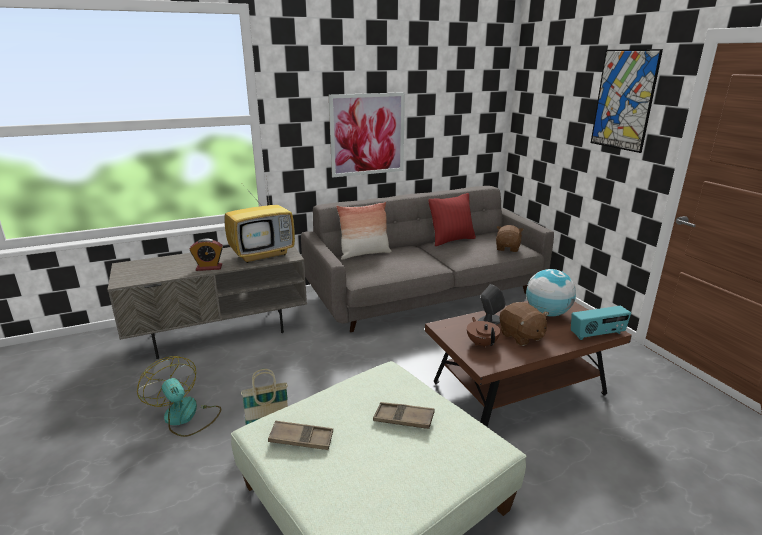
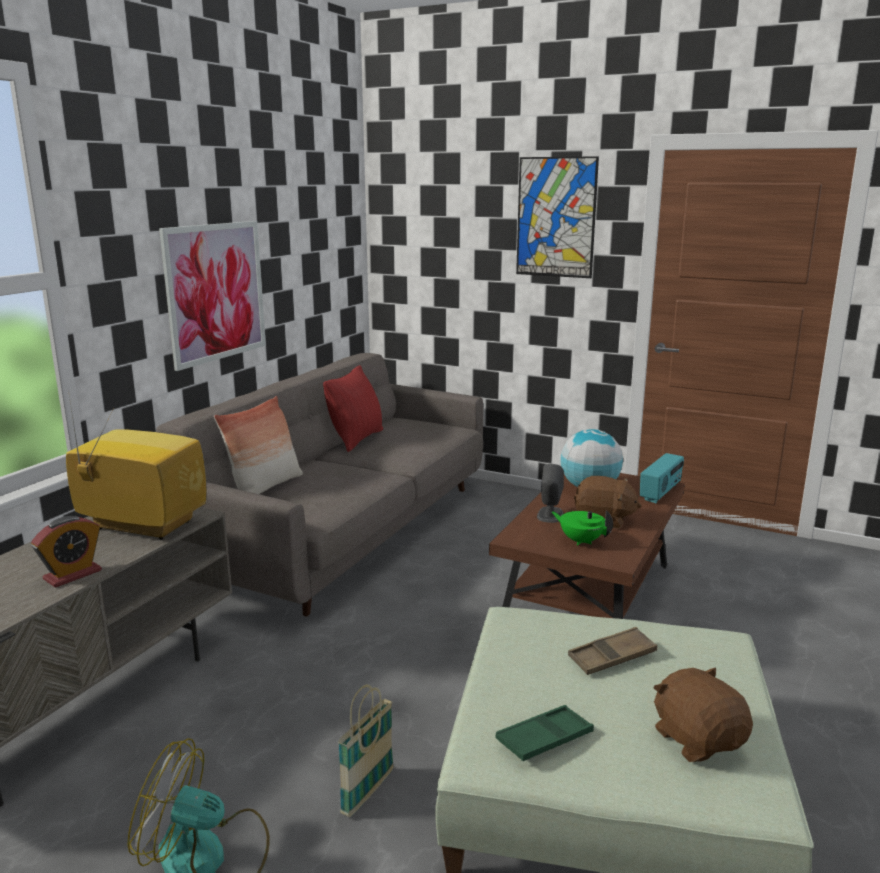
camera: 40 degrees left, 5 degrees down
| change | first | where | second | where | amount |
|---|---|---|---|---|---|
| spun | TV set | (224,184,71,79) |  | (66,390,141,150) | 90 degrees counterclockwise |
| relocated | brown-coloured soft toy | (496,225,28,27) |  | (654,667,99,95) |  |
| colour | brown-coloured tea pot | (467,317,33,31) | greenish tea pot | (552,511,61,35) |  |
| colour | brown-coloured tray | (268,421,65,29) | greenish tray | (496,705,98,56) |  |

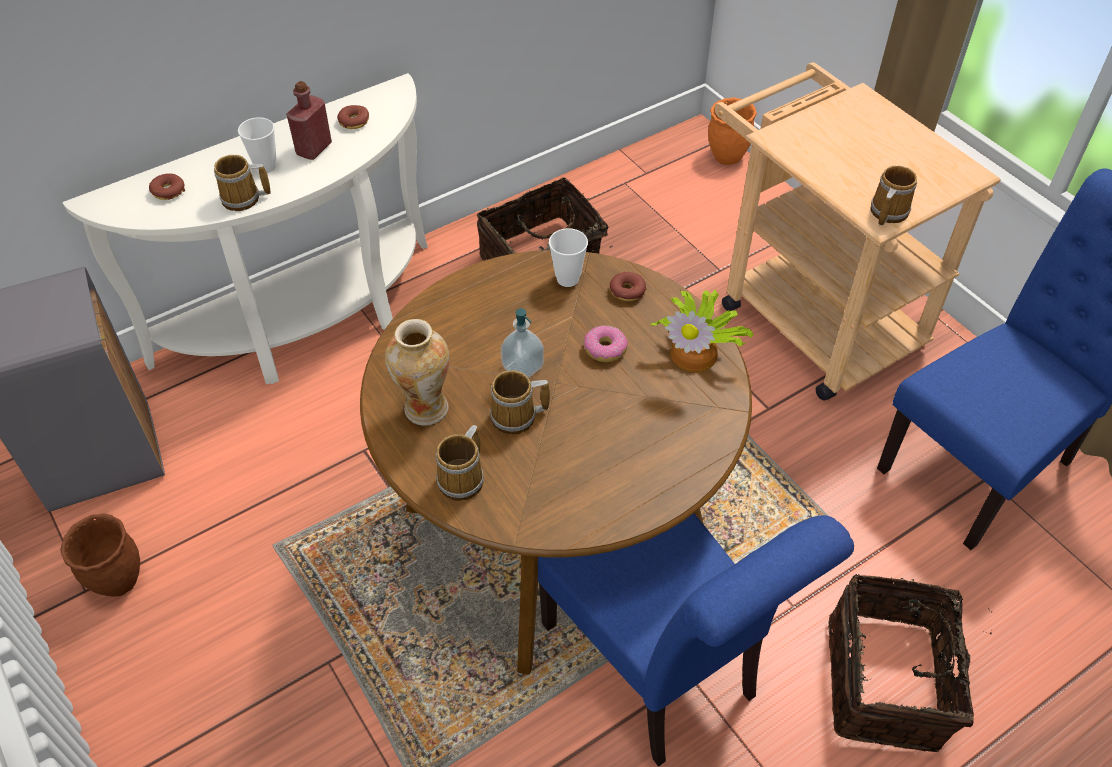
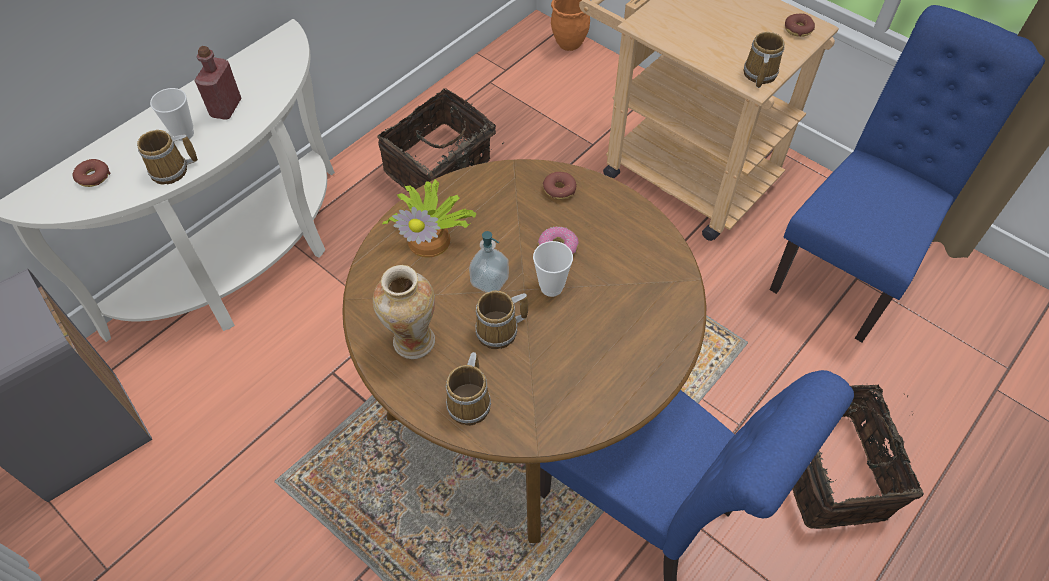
camera: 15 degrees left, 5 degrees up
| change | first | where | second | where | amount |
|---|---|---|---|---|---|
| relocated | ring doughnut | (337,105,32,24) |  | (785,14,30,23) |  |
| relocated | drinking cup | (549,228,39,59) |  | (533,241,40,56) |  |
| relocated | plant in a pot | (650,289,104,83) |  | (382,179,94,78) |  |
| missing | brown-coloured flower pot | (60,513,80,84) |  |  |  |

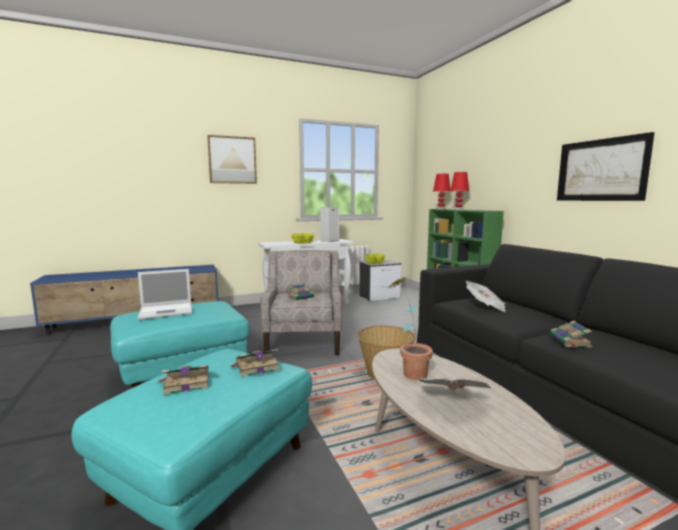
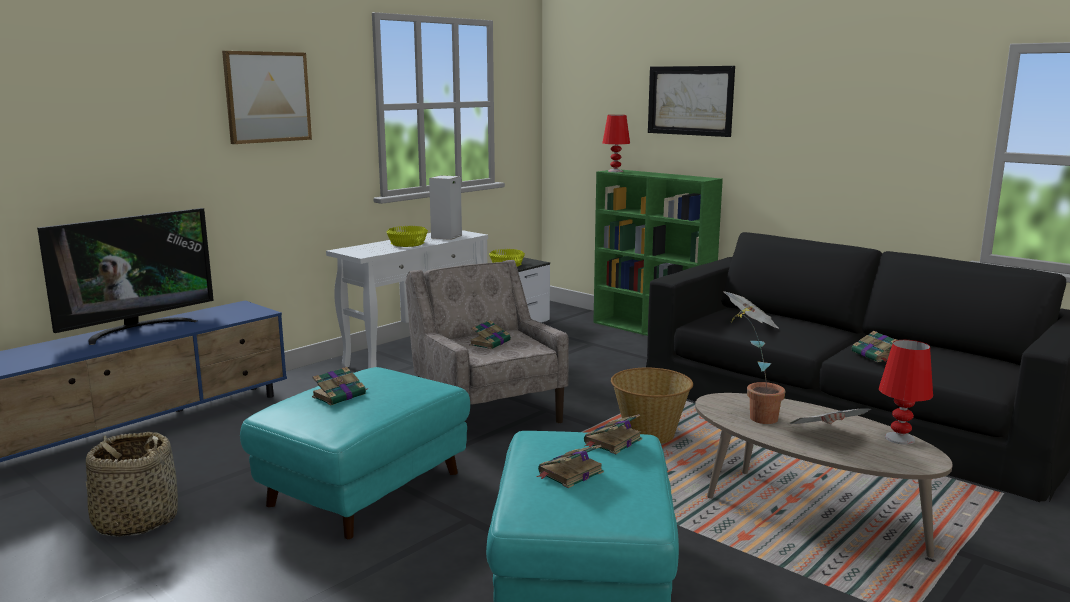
camera: 25 degrees left, 5 degrees up
| change | first | where | second | where | amount |
|---|---|---|---|---|---|
| relocated | picture | (557,132,98,69) |  | (648,66,87,71) |  |
| relocated | reddish lamp for a table | (450,172,19,38) |  | (879,340,54,105) |  |
| exchanged | portable computer | (138,269,54,51) | volume | (312,367,55,38) |  |
| appeared |  |  | TV set | (37,208,177,137) |  |
| appeared |  |  | storage basket | (86,432,92,105) |  |

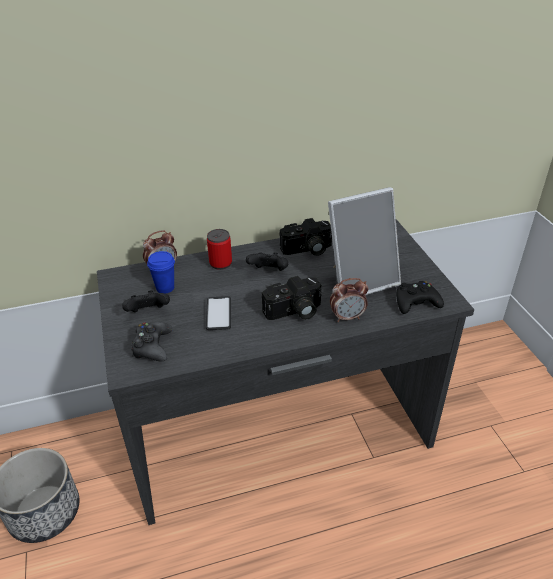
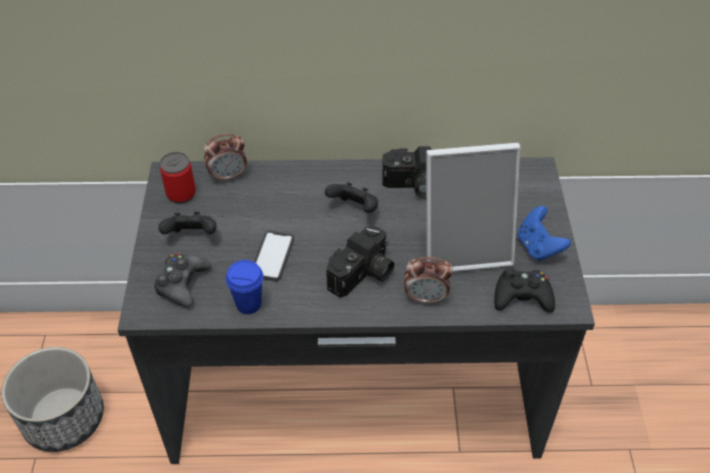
camera: 15 degrees right, 10 degrees up
| change | first | where | second | where | amount |
|---|---|---|---|---|---|
| relocated | metal can | (207,229,25,41) |  | (160,152,36,52) |  |
| relocated | blue drinking cup | (147,251,28,43) |  | (226,260,38,54) |  |
| spun | still camera | (262,276,60,44) |  | (326,224,68,74) | 45 degrees counterclockwise |
| appeared |  |  | blue game controller | (518,206,53,55) |  |

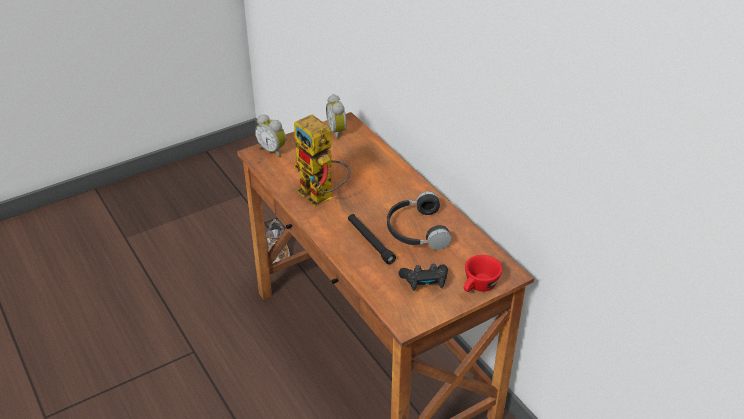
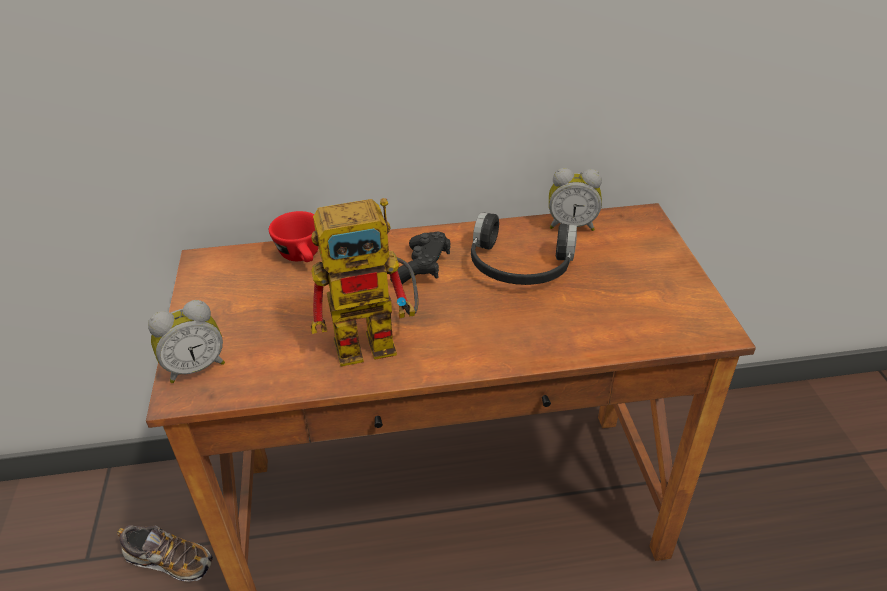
camera: 65 degrees left, 0 degrees up
| change | first | where | second | where | amount |
|---|---|---|---|---|---|
| relocated | table clock | (326,94,21,45) |  | (549,168,53,63) |  |
| missing | blackish hand torch | (348,214,48,50) |  |  |  |
| relocated | reddish drinking cup | (464,255,38,37) |  | (269,211,50,51) |  |
| relocated | blackish game controller | (398,264,50,27) |  | (390,232,61,52) |  |

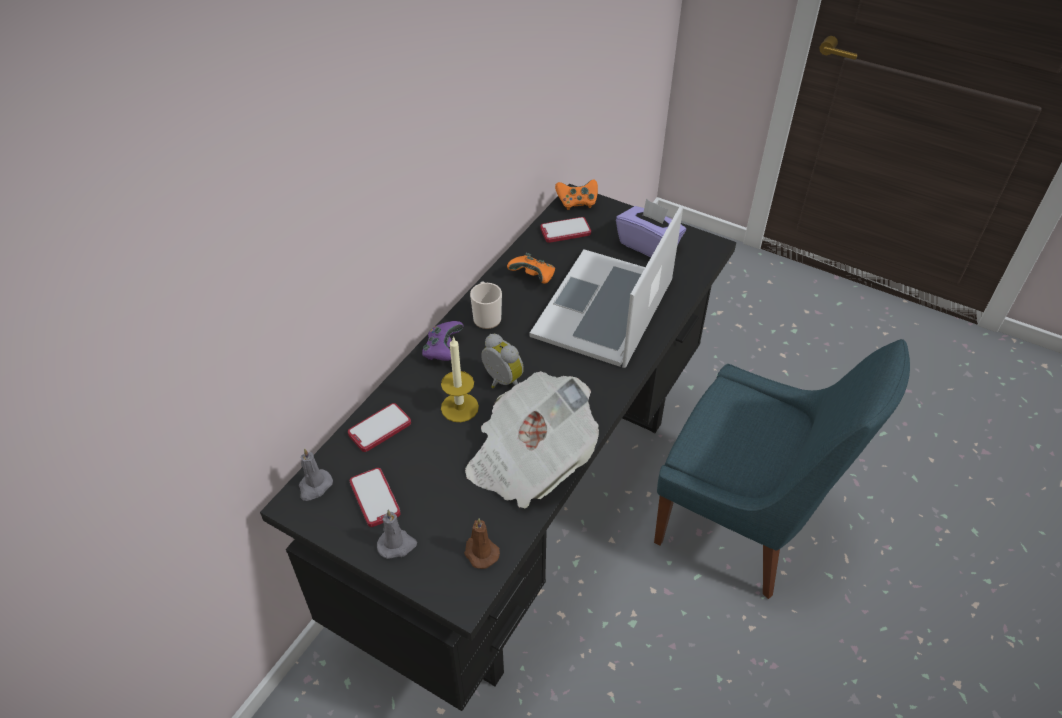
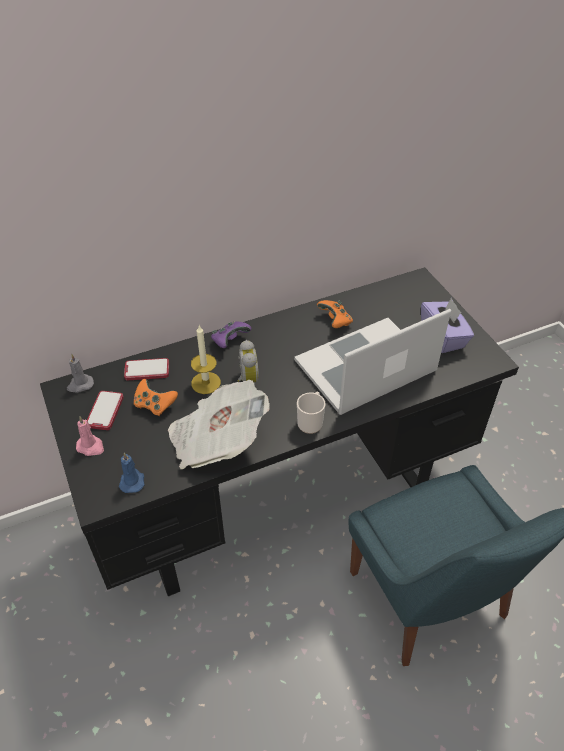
camera: 35 degrees right, 0 degrees up
| change | first | where | second | where | amount |
|---|---|---|---|---|---|
| relocated | orangey game controller | (555,179,43,31) |  | (134,379,44,37) |  |
| missing | phone | (541,217,50,26) |  |  |  |
| relocated | tea mug | (470,282,32,47) |  | (297,392,28,42) |  |
| colour | greyish wax light | (377,510,40,49) | pink-coloured wax light | (76,417,28,39) |  |
| colour | brown-coloured wax light | (464,518,36,51) | blue wax light | (119,453,25,40) |  |

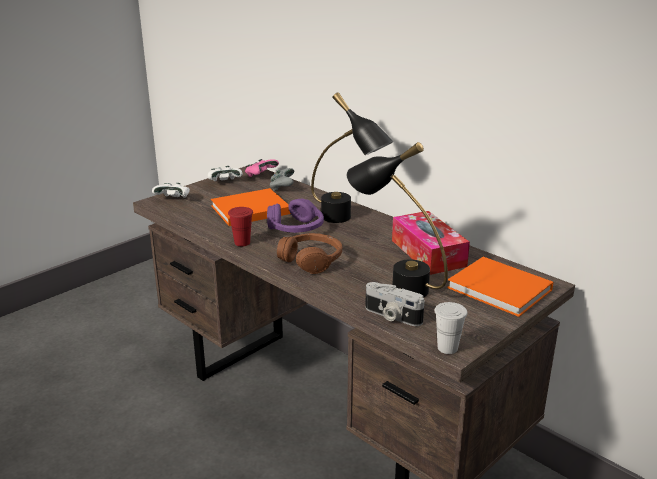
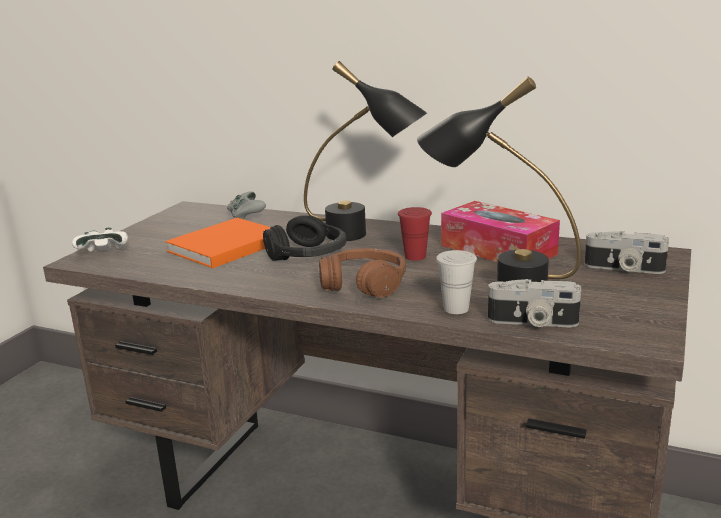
camera: 20 degrees left, 5 degrees down
| change | first | where | second | where | amount |
|---|---|---|---|---|---|
| missing | pink-coloured game controller | (245,159,34,18) |  |  |  |
| missing | white game controller | (208,166,35,15) |  |  |  |
| colour | purple-coloured headset | (267,199,57,34) | blackish headset | (263,215,84,46) |  |
| relocated | reddish drinking cup | (228,207,25,39) |  | (398,207,34,54) |  |
| exchanged | orangey volume | (447,257,107,60) | still camera | (584,231,85,43) |  |
| relocated | white drinking cup | (434,302,33,52) |  | (436,250,41,64) |  |

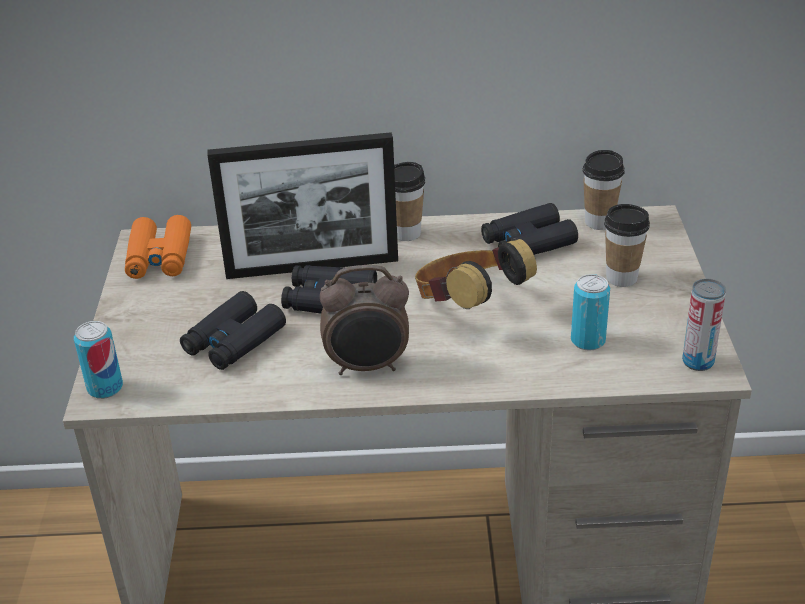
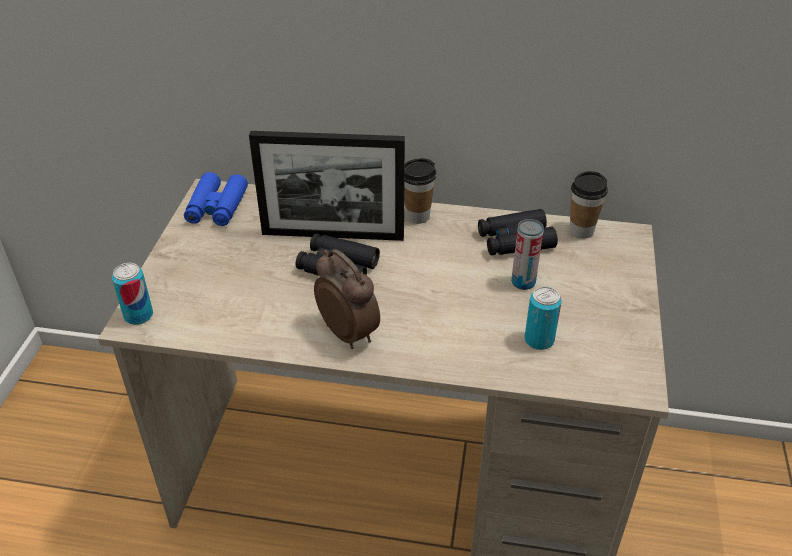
camera: 10 degrees right, 5 degrees up
| change | first | where | second | where | amount |
|---|---|---|---|---|---|
| missing | drinking cup | (604,204,46,83) |  |  |  |
| colour | orangey pair of binoculars | (125,215,66,64) | blue pair of binoculars | (184,172,64,54) |  |
| missing | headset | (415,238,122,71) |  |  |  |
| spun | table clock | (320,265,89,110) |  | (314,249,66,100) | 135 degrees counterclockwise |
| relocated | metal can | (682,279,44,92) |  | (511,219,33,71) |  |
| missing | blackish pair of binoculars | (180,291,106,79) |  |  |  |

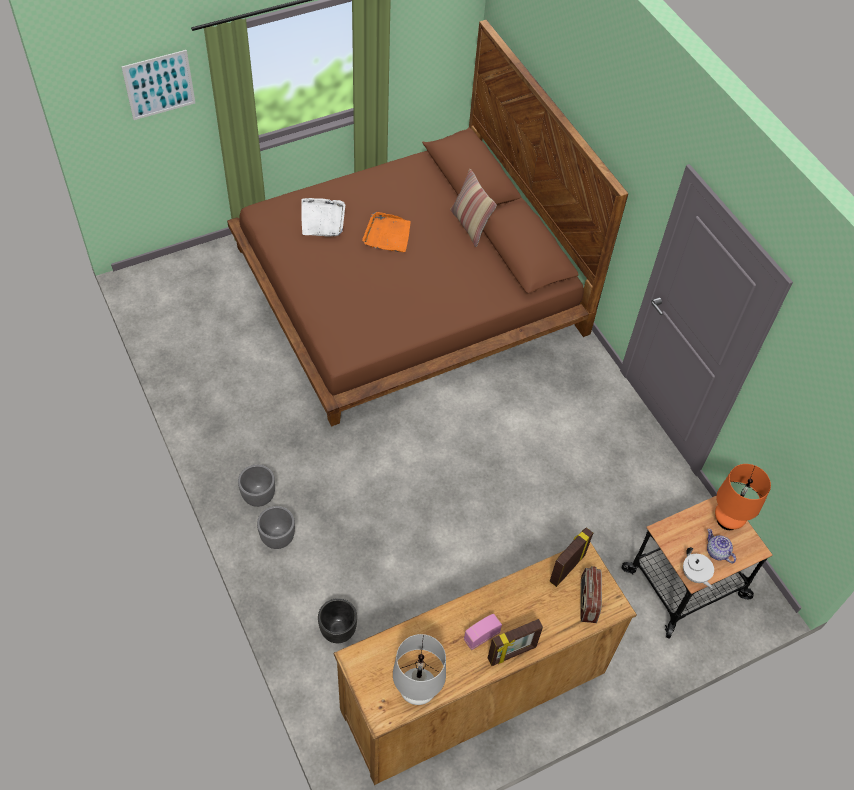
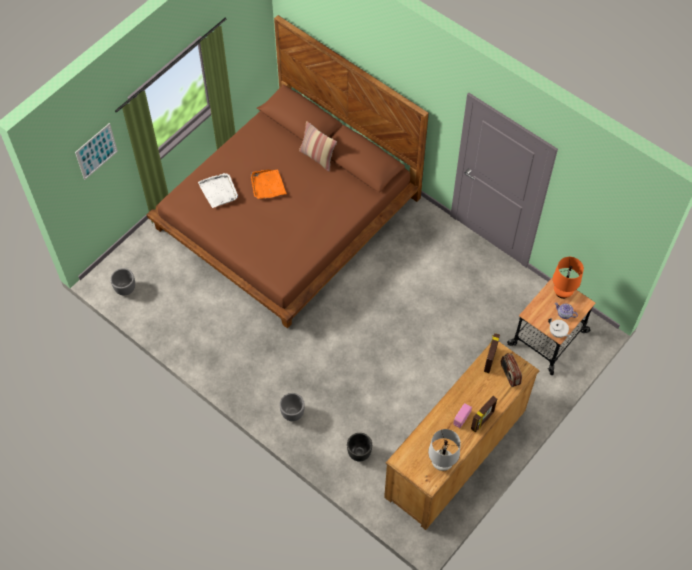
camera: 20 degrees left, 5 degrees up
| change | first | where | second | where | amount |
|---|---|---|---|---|---|
| relocated | greyish flower pot | (238,465,37,42) |  | (110,268,25,28) |  |

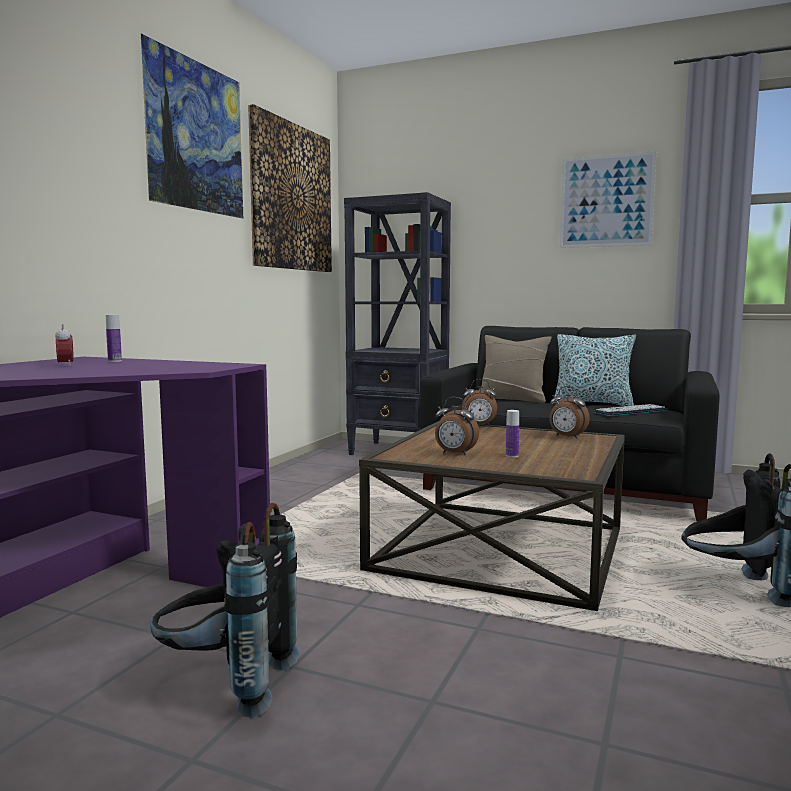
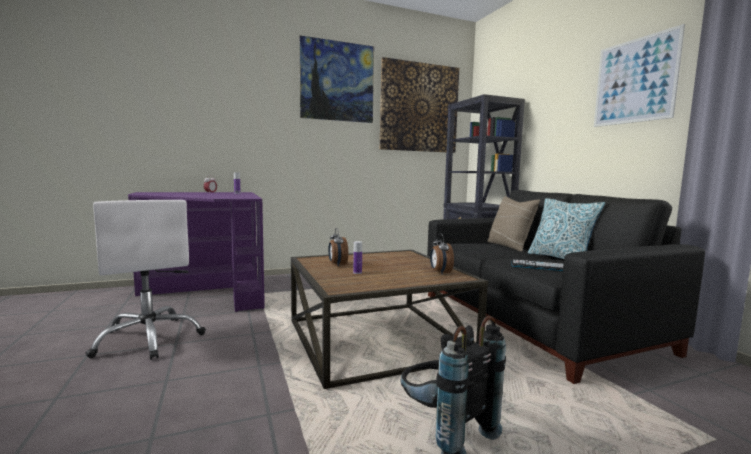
camera: 45 degrees right, 0 degrees up
| change | first | where | second | where | amount |
|---|---|---|---|---|---|
| missing | table clock | (462,379,35,47) |  |  |  |
| exchanged | blackish knapsack | (150,503,150,215) | white desk chair | (85,200,121,160) |  |

